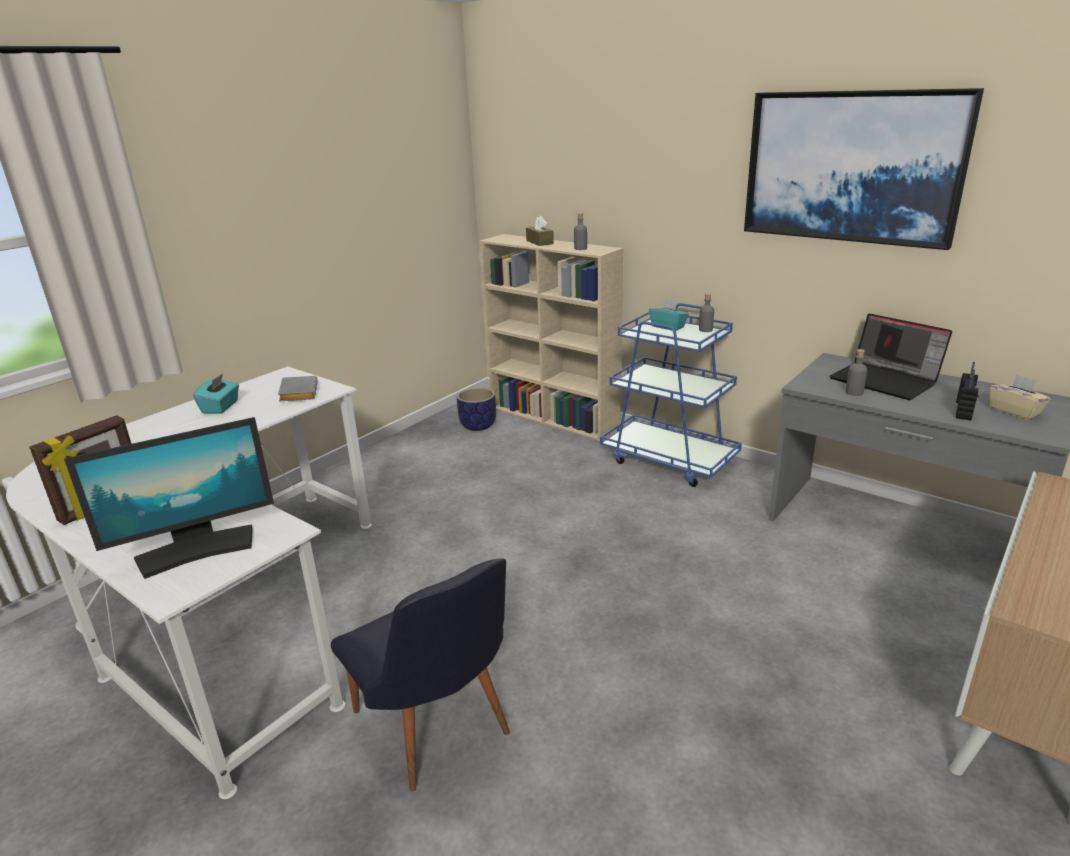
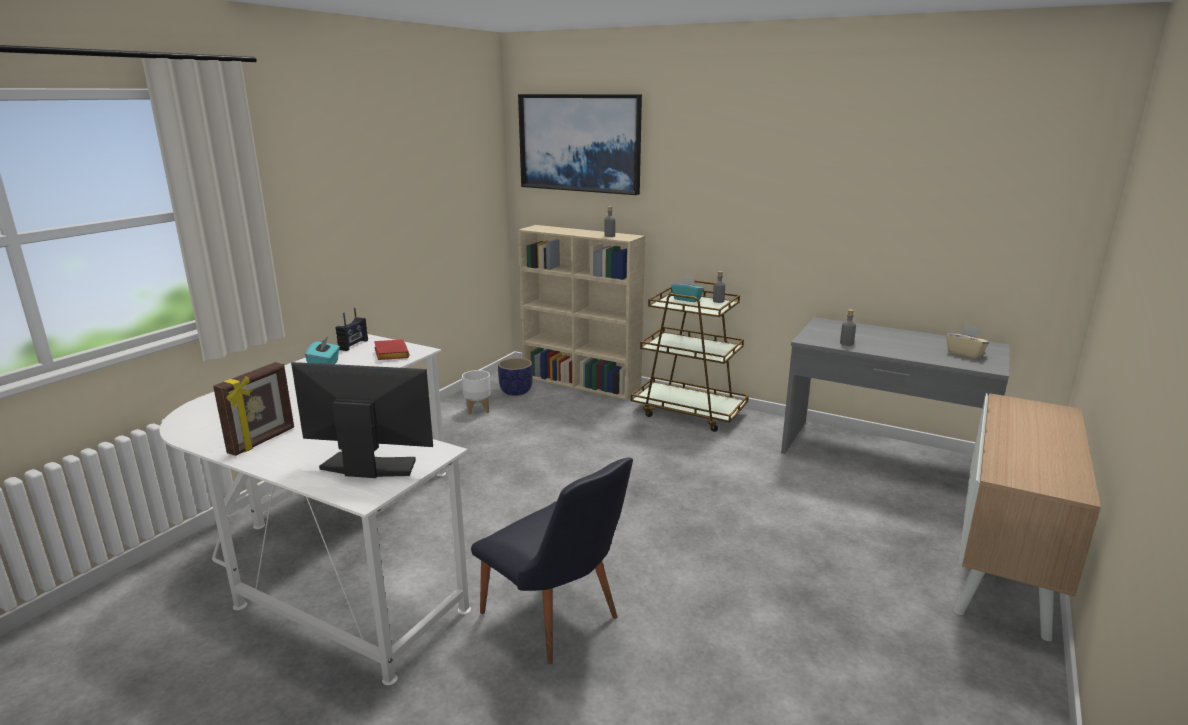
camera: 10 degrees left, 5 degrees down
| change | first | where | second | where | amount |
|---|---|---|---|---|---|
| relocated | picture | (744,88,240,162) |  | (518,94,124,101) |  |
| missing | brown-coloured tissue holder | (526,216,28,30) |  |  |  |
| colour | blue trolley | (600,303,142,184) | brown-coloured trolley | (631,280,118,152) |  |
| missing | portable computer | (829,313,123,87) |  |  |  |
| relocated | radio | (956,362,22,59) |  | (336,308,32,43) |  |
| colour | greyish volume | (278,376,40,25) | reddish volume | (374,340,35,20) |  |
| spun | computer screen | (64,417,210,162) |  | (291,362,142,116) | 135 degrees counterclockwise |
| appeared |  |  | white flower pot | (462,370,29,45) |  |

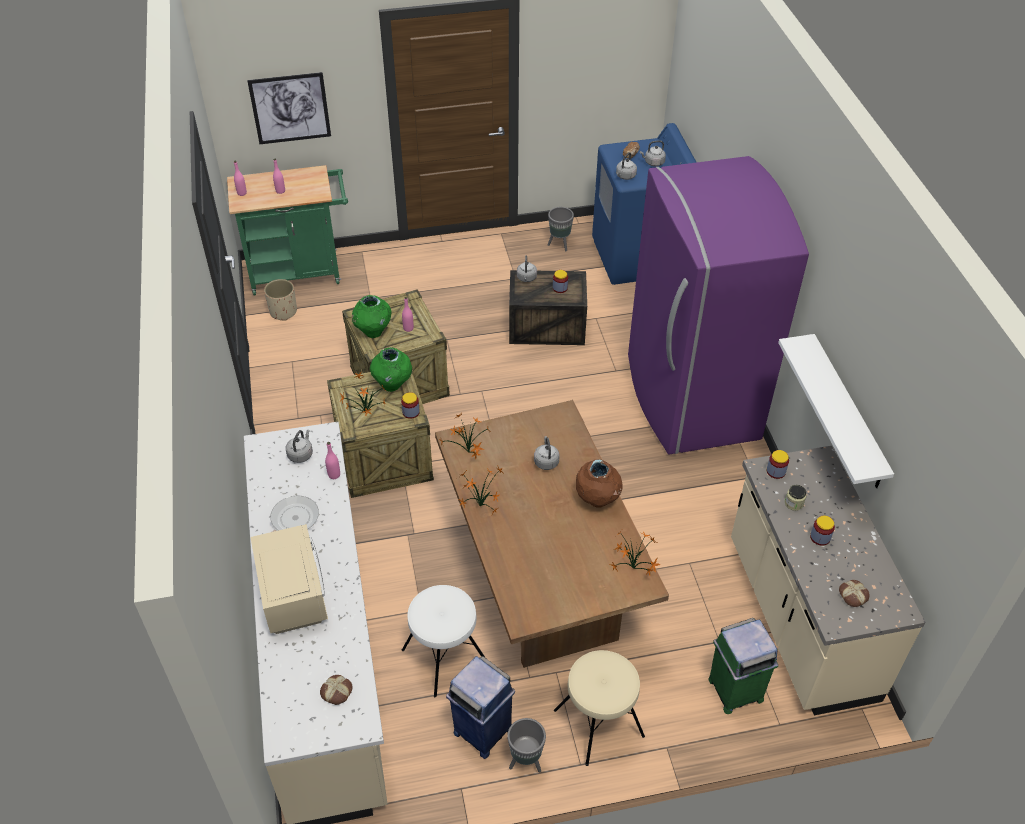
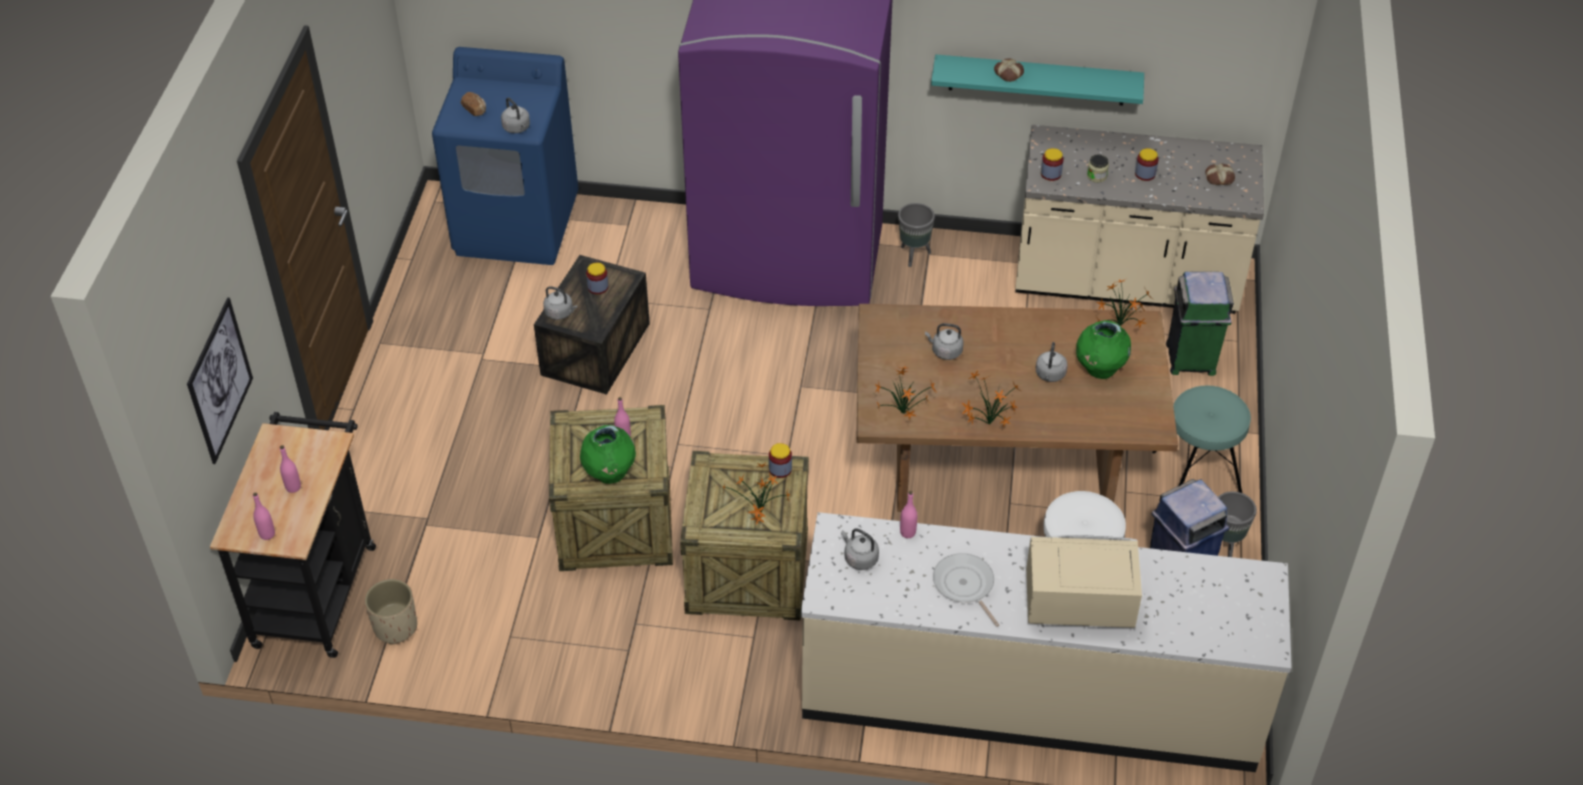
camera: 70 degrees left, 0 degrees up
| change | first | where | second | where | amount |
|---|---|---|---|---|---|
| relocated | greyish kettle | (640,140,26,26) |  | (1036,342,31,40) |  |
| colour | greenish trolley | (227,165,121,130) | blackish trolley | (210,412,166,246) |  |
| relocated | greyish flower pot | (548,207,26,45) |  | (898,203,37,64) |  |
| colour | white bracket shelf | (778,334,116,154) | turquoise-coloured bracket shelf | (931,54,213,51) |  |
| relocated | greenish vase | (370,347,42,45) |  | (1076,320,55,59) |  |
| missing | brown-coloured vase | (576,459,47,49) |  |  |  |
| colour | beige-coloured sitting stool | (554,650,91,116) | turquoise-coloured sitting stool | (1152,385,99,108) |  |
| relocated | bread | (320,675,32,30) |  | (994,58,30,24) |  |

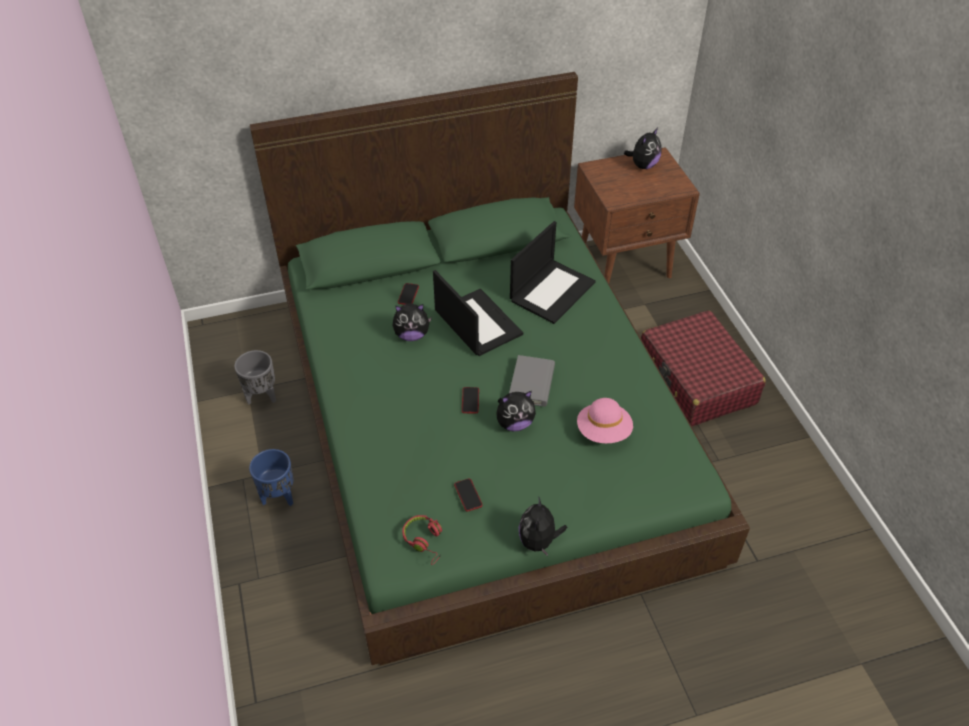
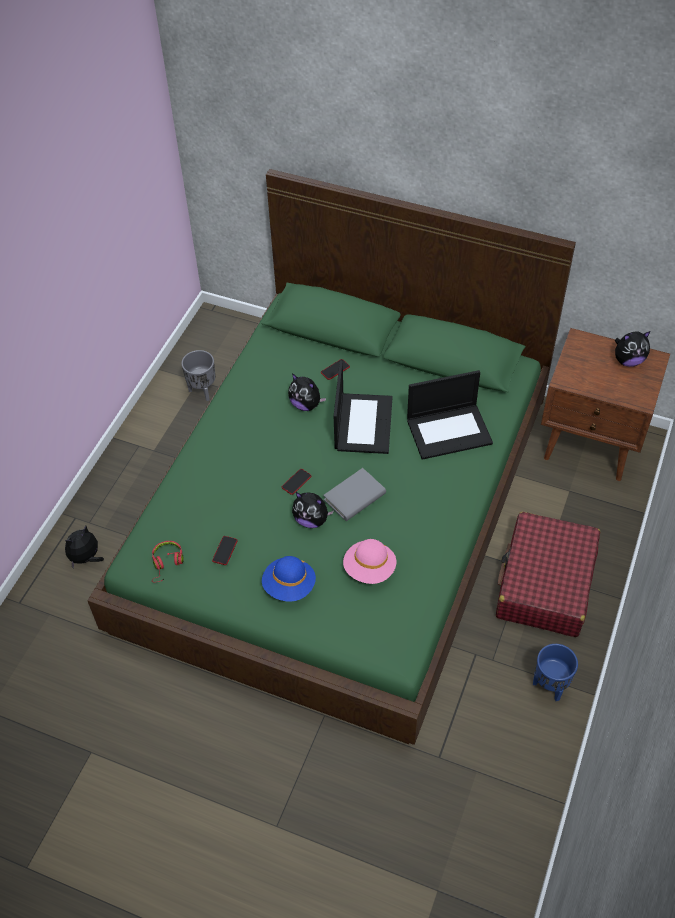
camera: 40 degrees right, 5 degrees up
| change | first | where | second | where | amount |
|---|---|---|---|---|---|
| relocated | blue flower pot | (249,449,44,57) |  | (533,644,45,57) |  |
| relocated | soft toy | (519,496,48,60) |  | (65,526,39,43) |  |
| appeared |  |  | blue clothing hat | (262,556,54,46) |  |

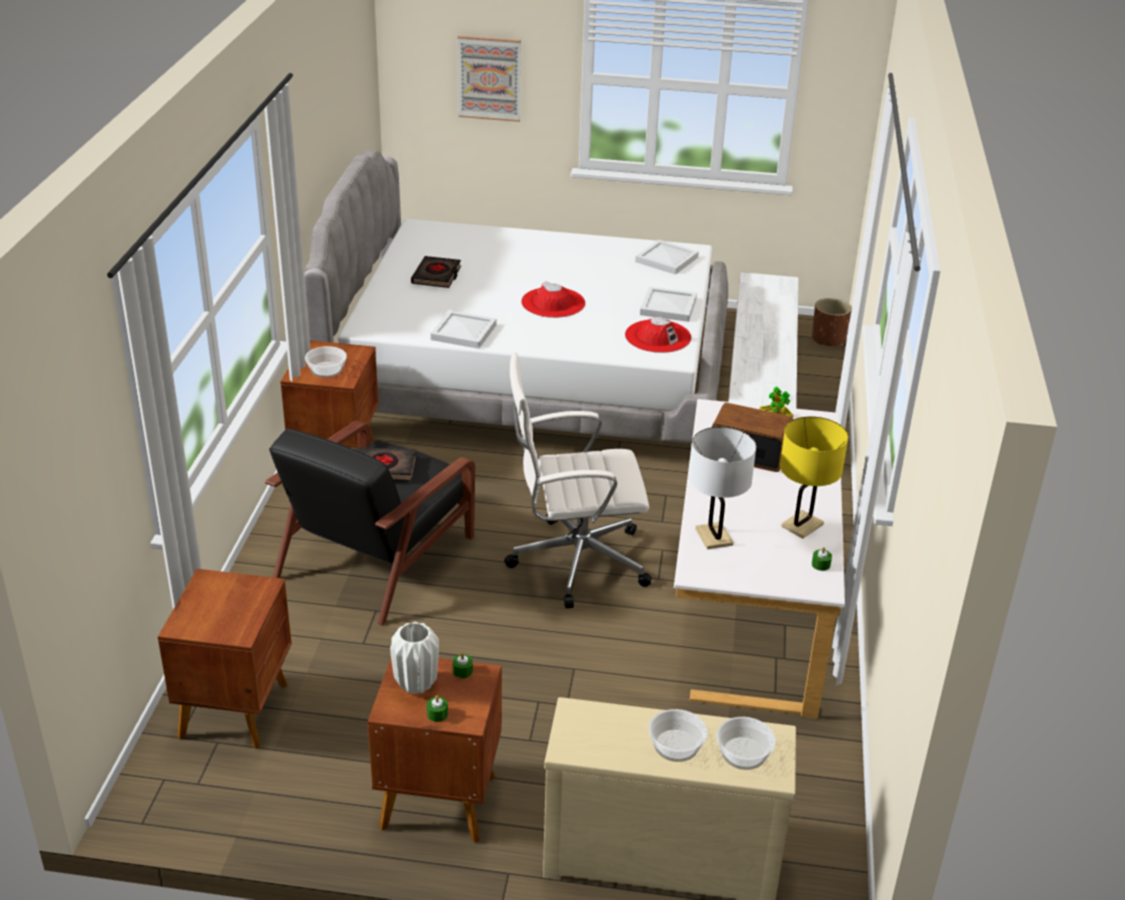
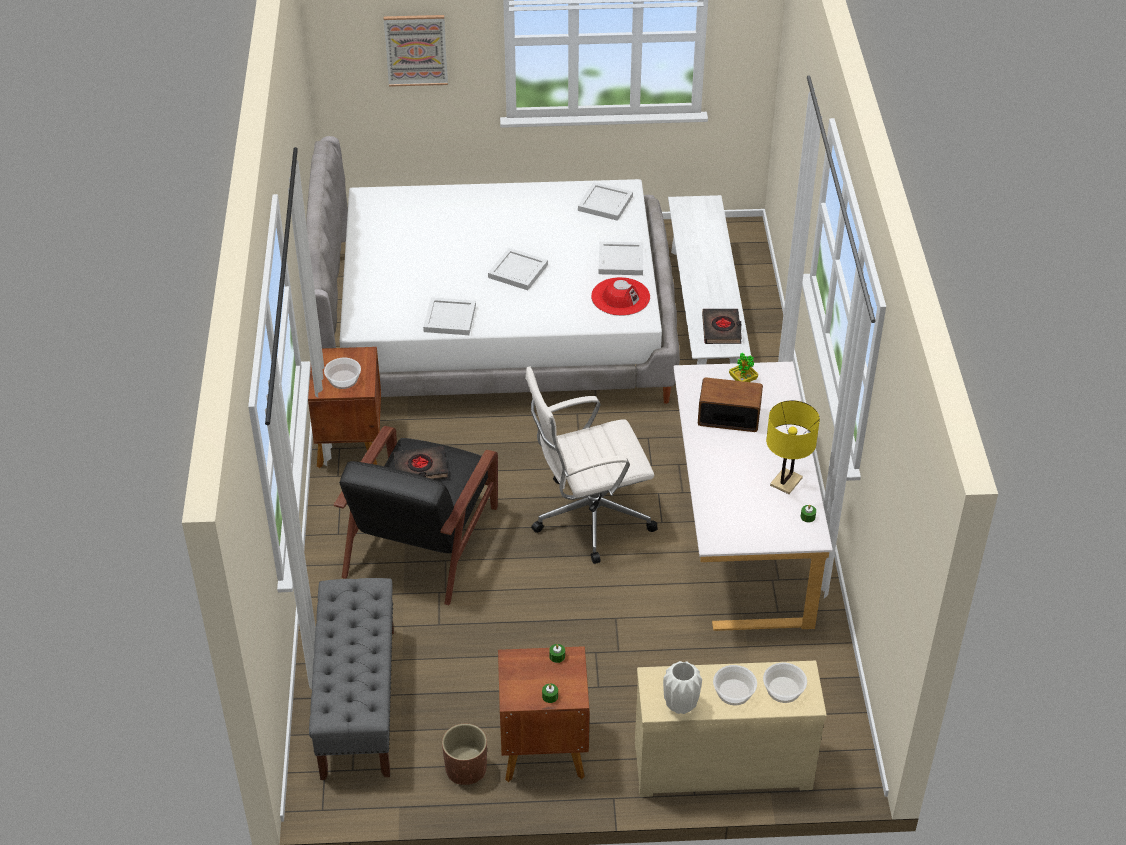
camera: 10 degrees left, 10 degrees up
| change | first | where | second | where | amount |
|---|---|---|---|---|---|
| relocated | blackish volume | (411,256,50,32) |  | (702,309,40,35) |  |
| exchanged | reddish clothing hat | (521,281,64,37) | white tray | (488,248,60,42) |  |
| relocated | brown-coloured flower pot | (812,298,40,48) |  | (442,724,45,61) |  |
| missing | white lamp for a table | (689,427,67,122) |  |  |  |
| exchanged | brown-coloured nightstand | (158,569,134,180) | greyish bench | (309,578,85,202) |  |
| relocated | white vase | (390,622,49,72) |  | (663,661,39,53) |  |

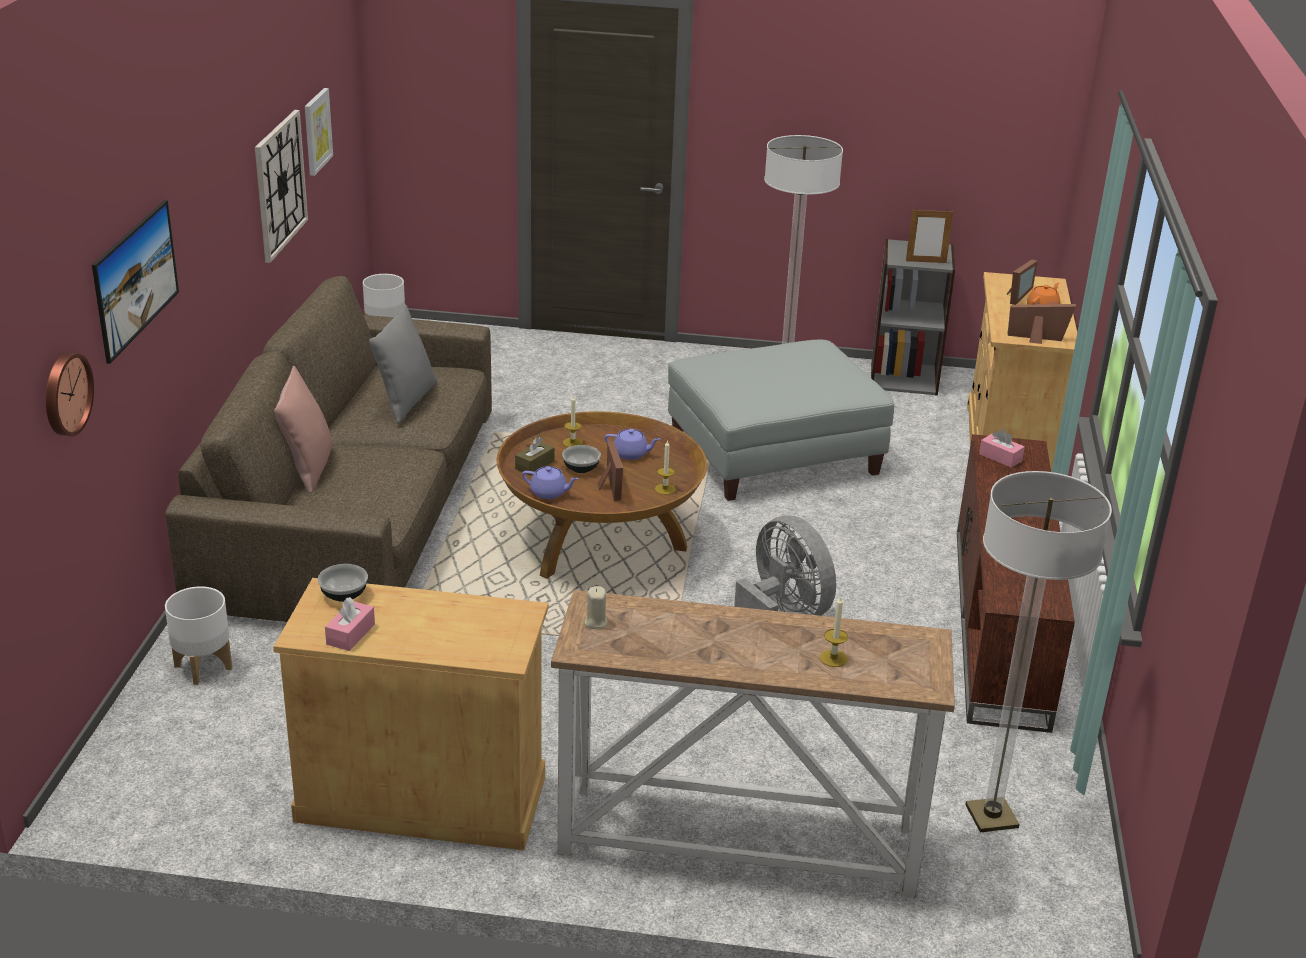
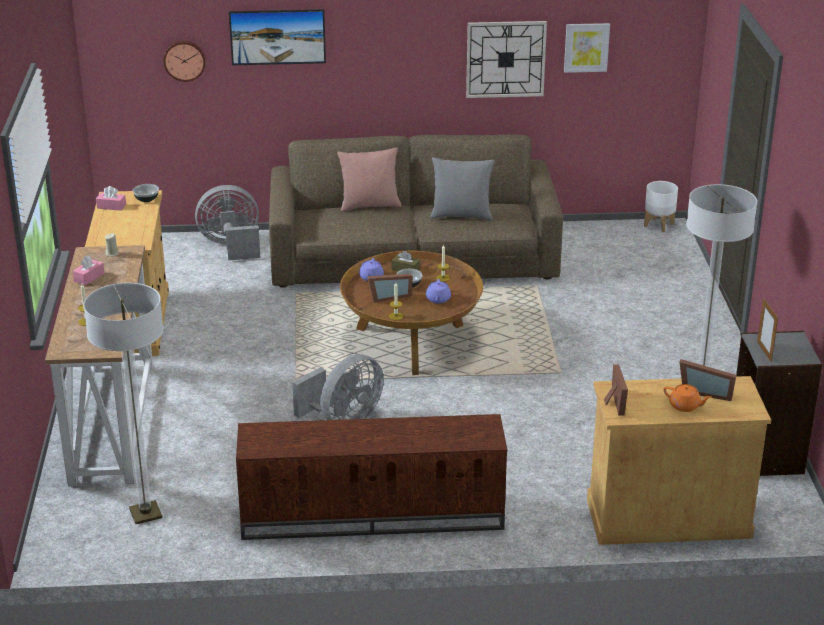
camera: 80 degrees right, 0 degrees up
| change | first | where | second | where | amount |
|---|---|---|---|---|---|
| missing | greyish pouffe | (668,340,226,161) |  |  |  |
| relocated | pink-coloured tissue holder | (979,429,46,39) |  | (73,255,32,30) |  |
| exchanged | white flower pot | (165,586,67,99) | greyish cooling fan | (195,185,65,75) |  |

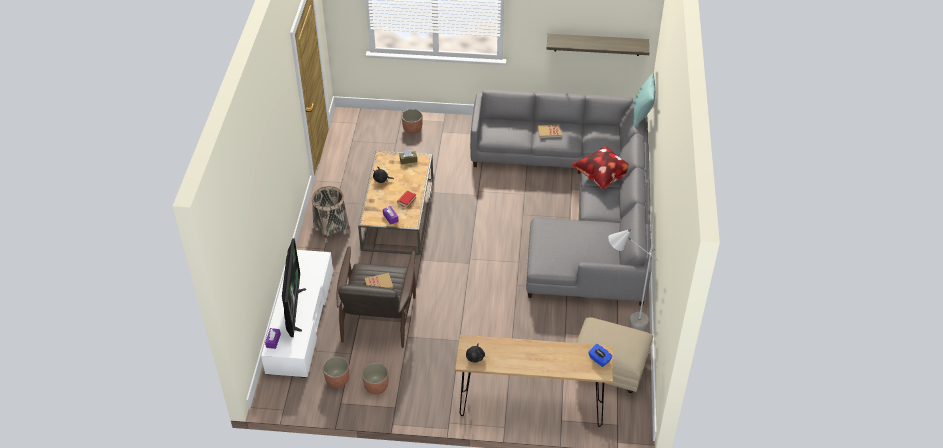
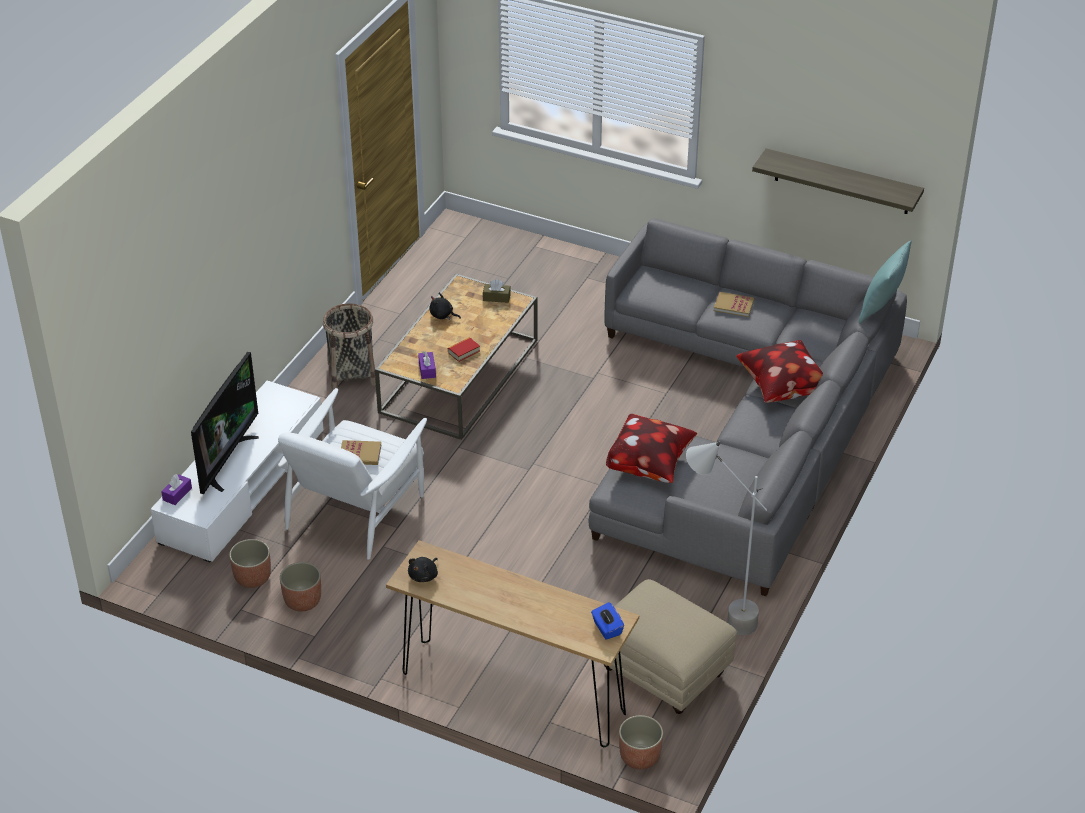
camera: 20 degrees right, 5 degrees down
| change | first | where | second | where | amount |
|---|---|---|---|---|---|
| relocated | flower pot | (402,109,20,25) |  | (619,715,44,54) |  |
| colour | brown-coloured easy chair | (337,246,79,102) | white easy chair | (278,388,149,172) |  |
| appeared |  |  | pillow | (606,414,91,69) |  |

